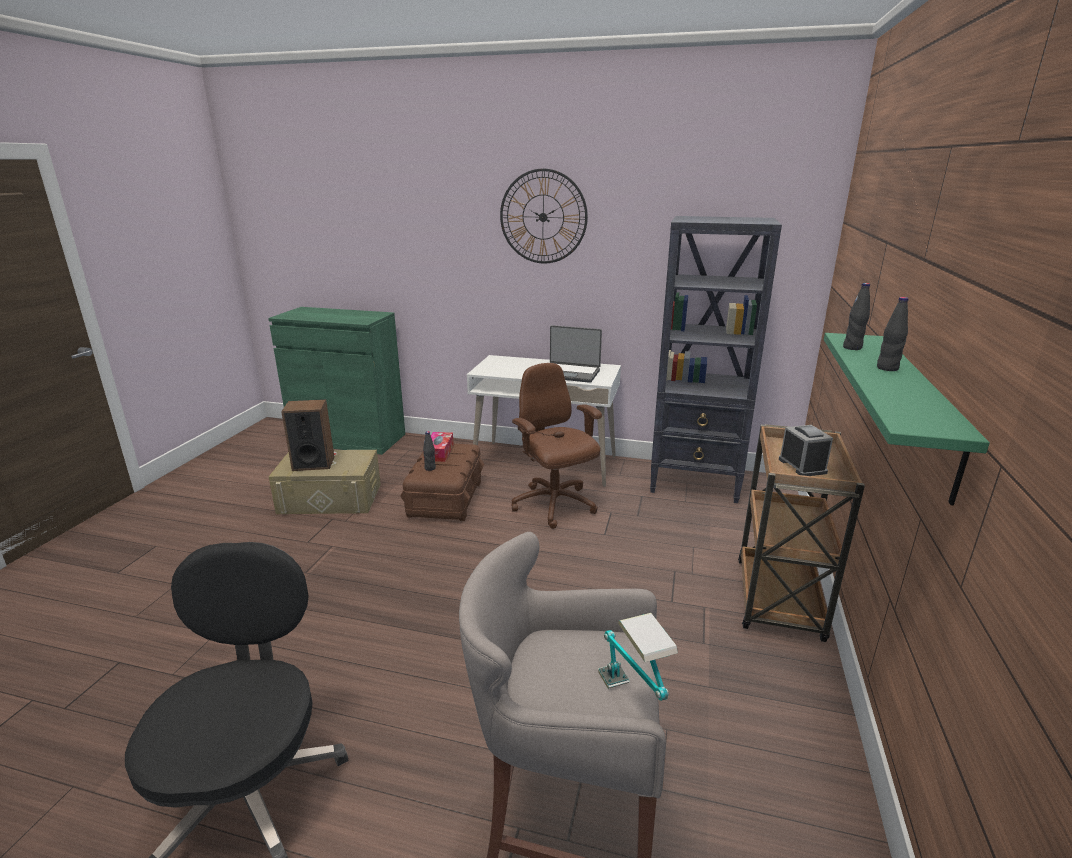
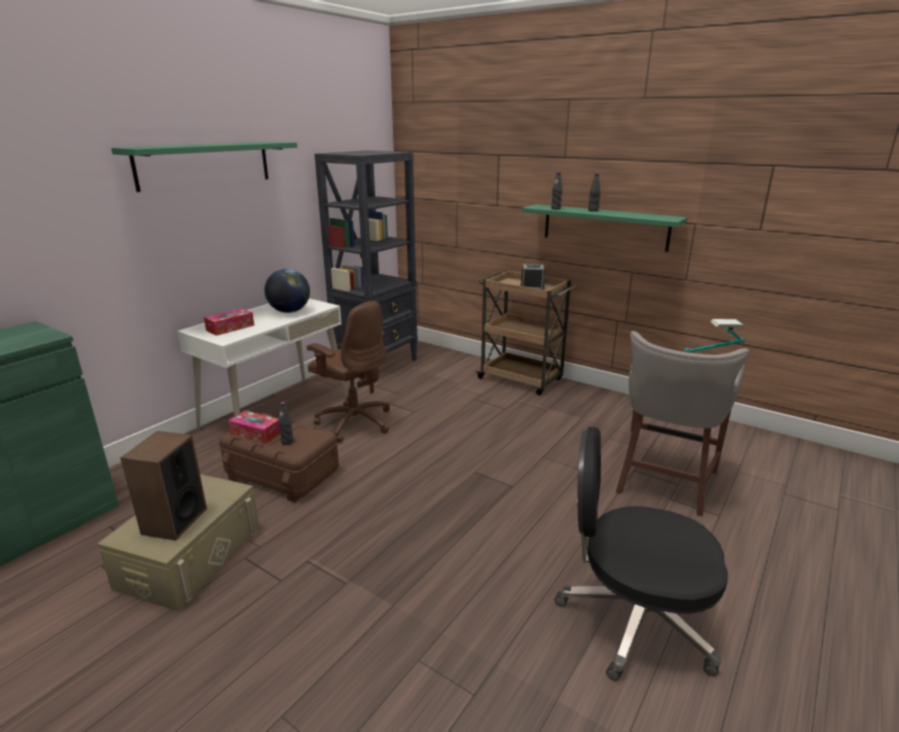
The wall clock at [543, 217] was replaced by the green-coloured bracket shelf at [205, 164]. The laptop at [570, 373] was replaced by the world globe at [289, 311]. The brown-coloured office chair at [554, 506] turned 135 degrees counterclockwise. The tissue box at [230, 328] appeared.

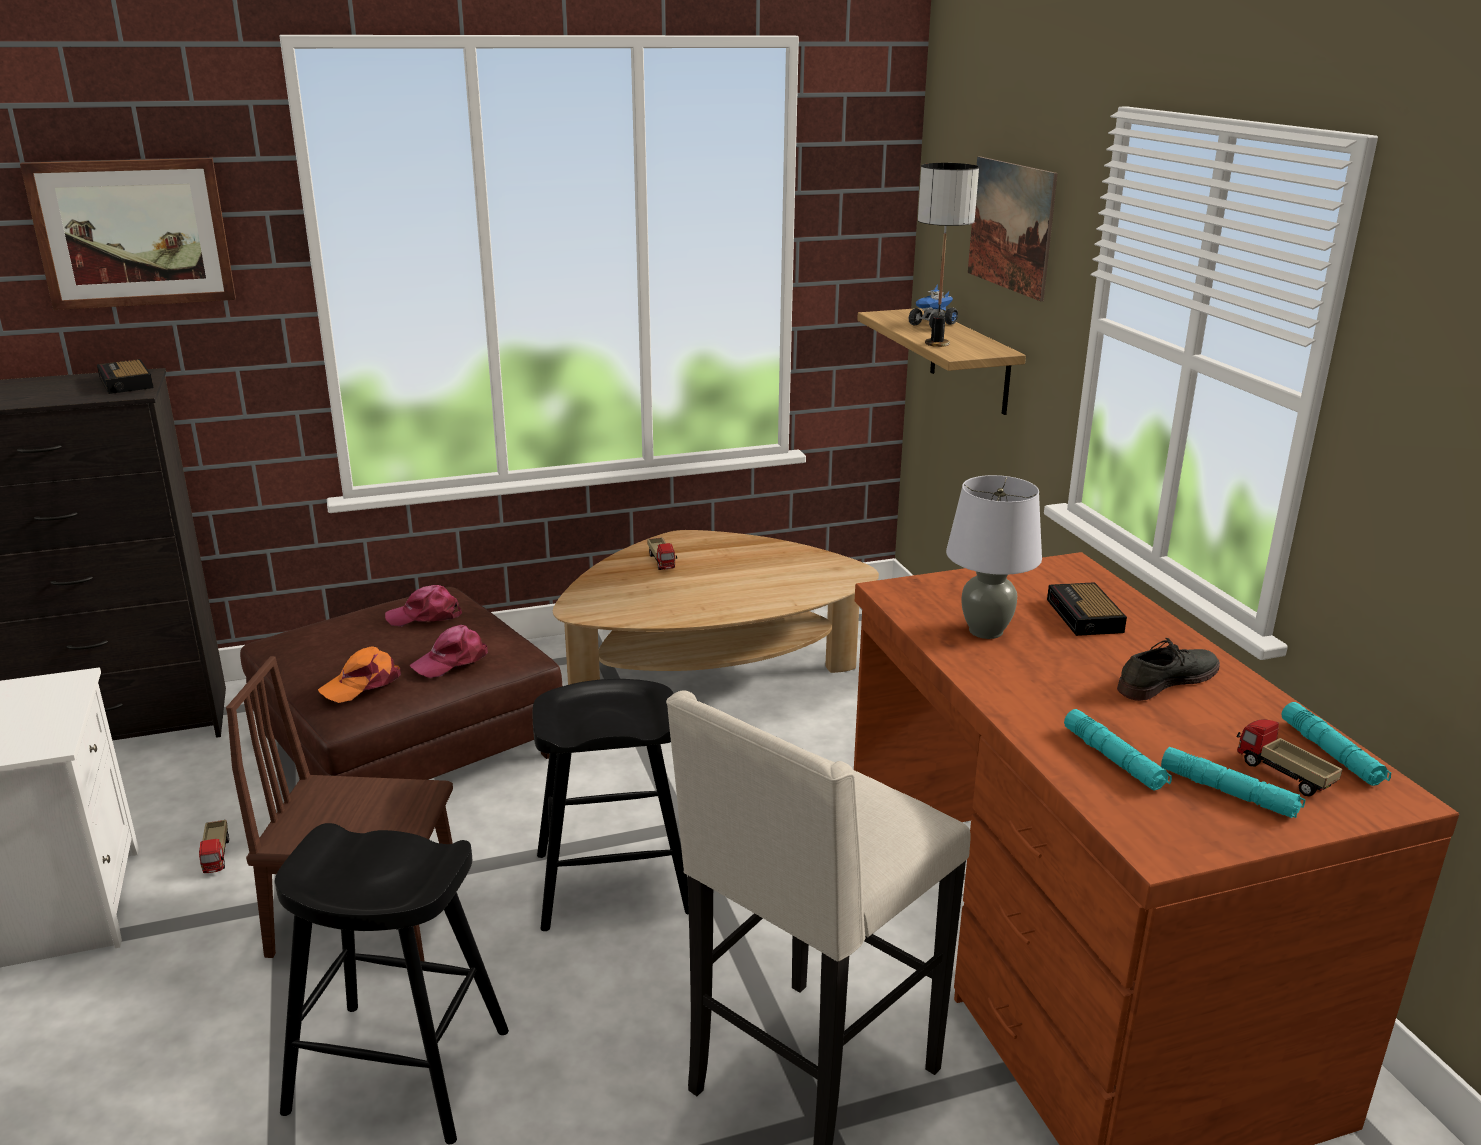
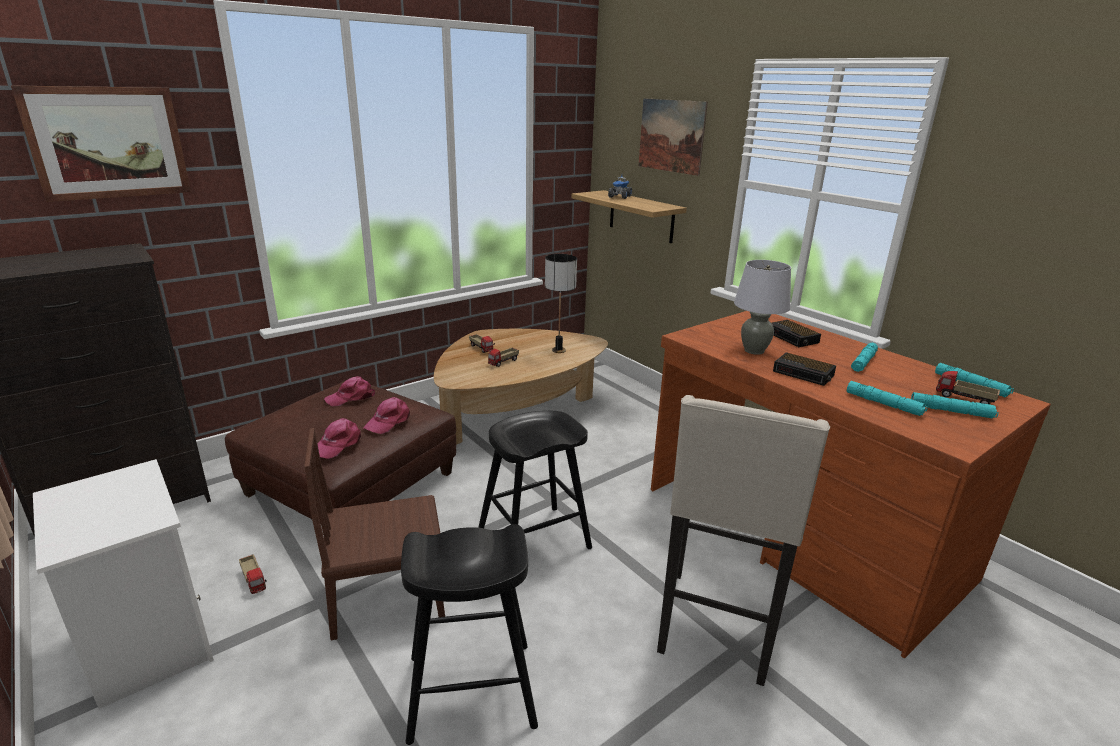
The lamp for a table moved from [936, 343] to [558, 350]. The table clock moved from [126, 383] to [804, 373]. The greyish item of footwear at [1166, 680] was replaced by the turquoise-coloured hand torch at [863, 362]. The orange-coloured baseball cap at [362, 684] became the pink baseball cap at [338, 444]. The toy lorry at [503, 362] appeared.

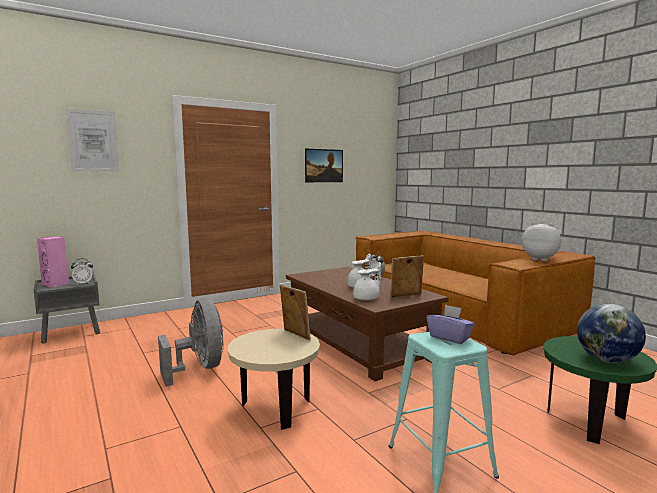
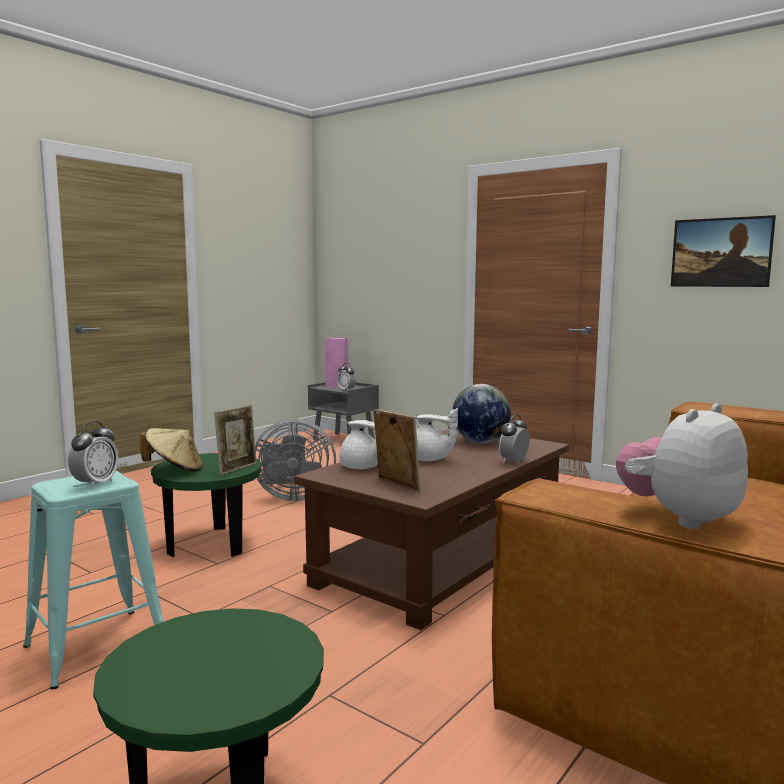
The picture at [93, 141] disappeared. The plush toy at [541, 259] turned 150 degrees counterclockwise. The greyish electric fan at [199, 368] turned 45 degrees clockwise. The world globe moved from [606, 360] to [480, 442]. The purple tissue box at [449, 337] was replaced by the table clock at [95, 484]. The sand-coloured end table at [275, 409] became the green-coloured end table at [210, 543]. The sand-coloured wearable hat at [174, 470] appeared.

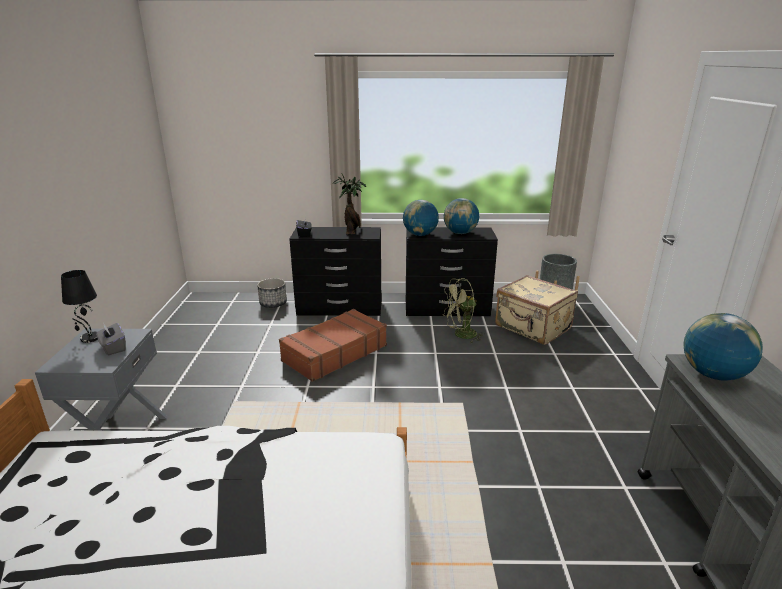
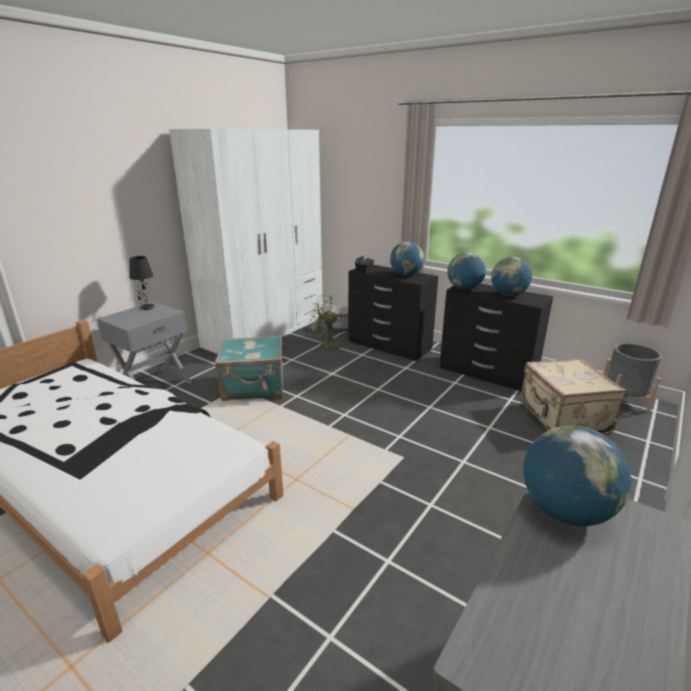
The houseplant at [352, 232] was replaced by the world globe at [406, 275]. The green-coloured electric fan moved from [461, 335] to [325, 344]. The brown-coloured piece of luggage at [334, 353] disappeared. The greyish tissue box at [113, 348] disappeared. The whitish wardrobe at [266, 331] appeared. The turquoise-coloured piece of luggage at [254, 387] appeared.

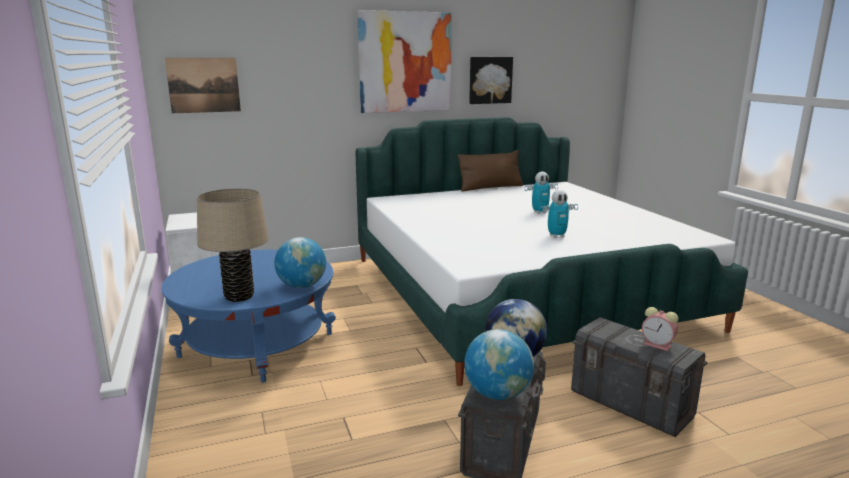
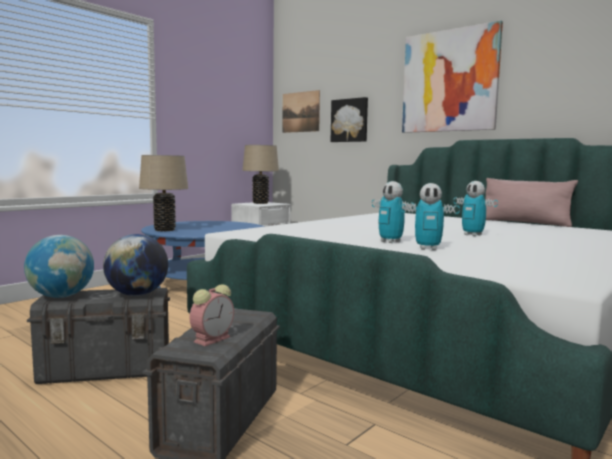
The picture moved from [490, 80] to [350, 120]. The brown-coloured cushion at [490, 187] became the pink cushion at [524, 223]. The world globe at [302, 286] disappeared. The table clock at [658, 345] turned 150 degrees counterclockwise. The sand-coloured lamp for a table at [260, 203] appeared. The model robot at [428, 248] appeared.

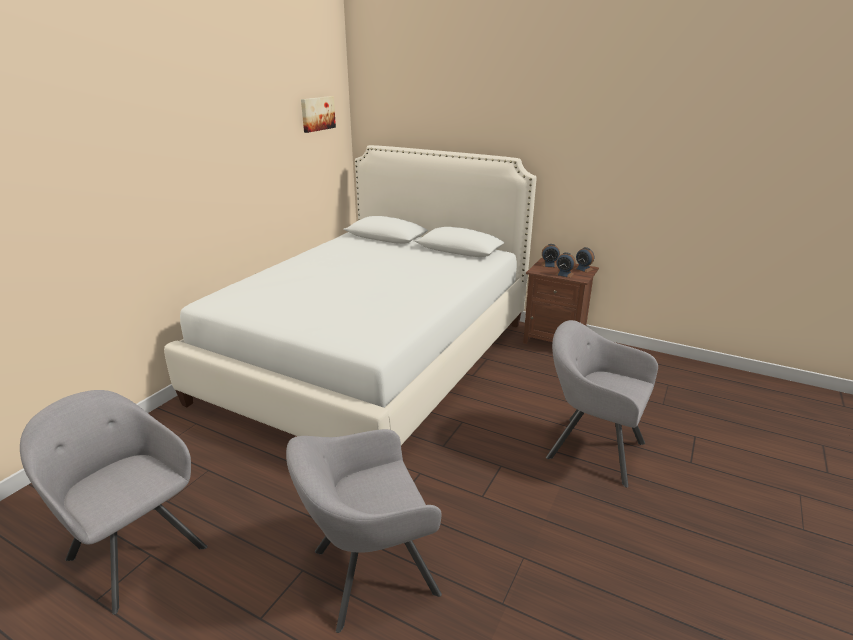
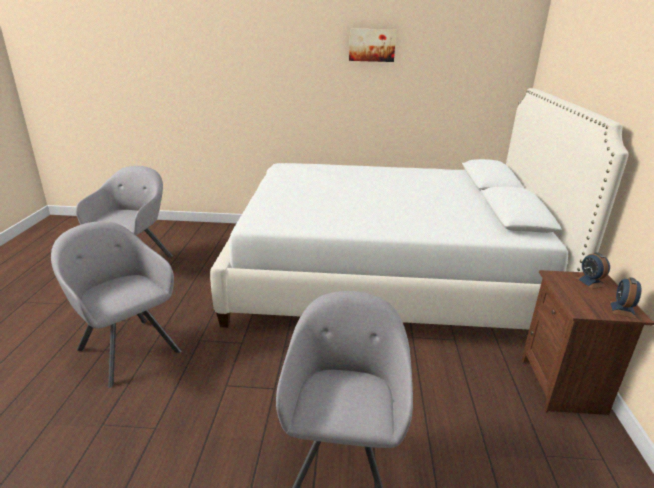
The picture moved from [317, 114] to [372, 45]. The table clock at [564, 274] disappeared.

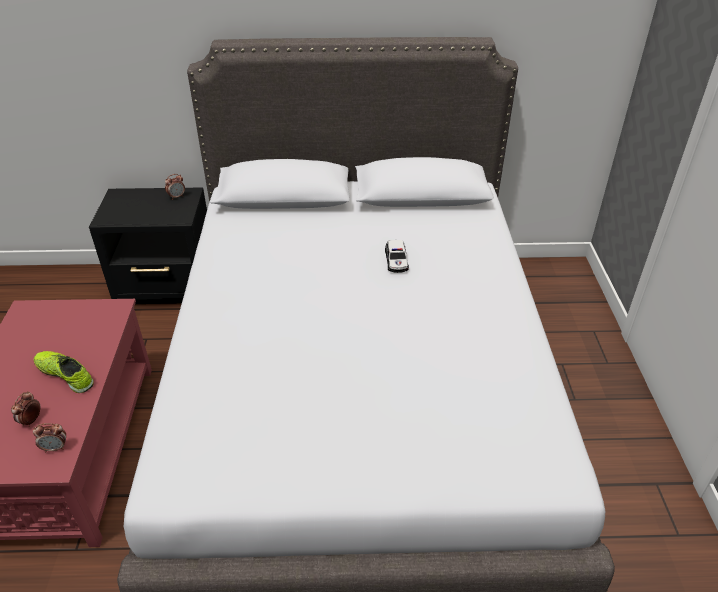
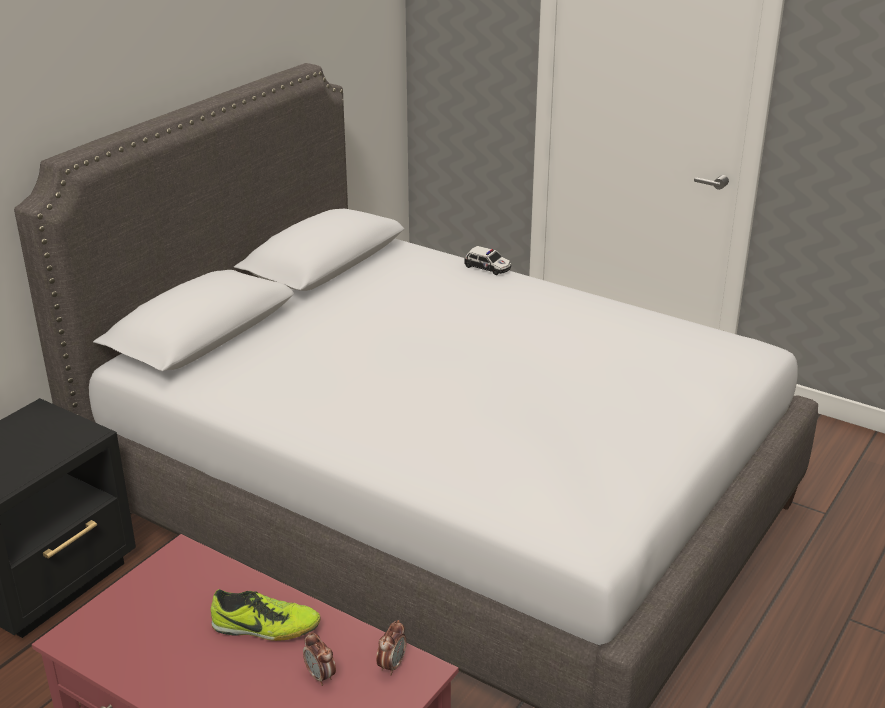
The table clock at [177, 197] disappeared. The toy car moved from [396, 261] to [488, 267]. The item of footwear at [65, 375] turned 150 degrees counterclockwise.

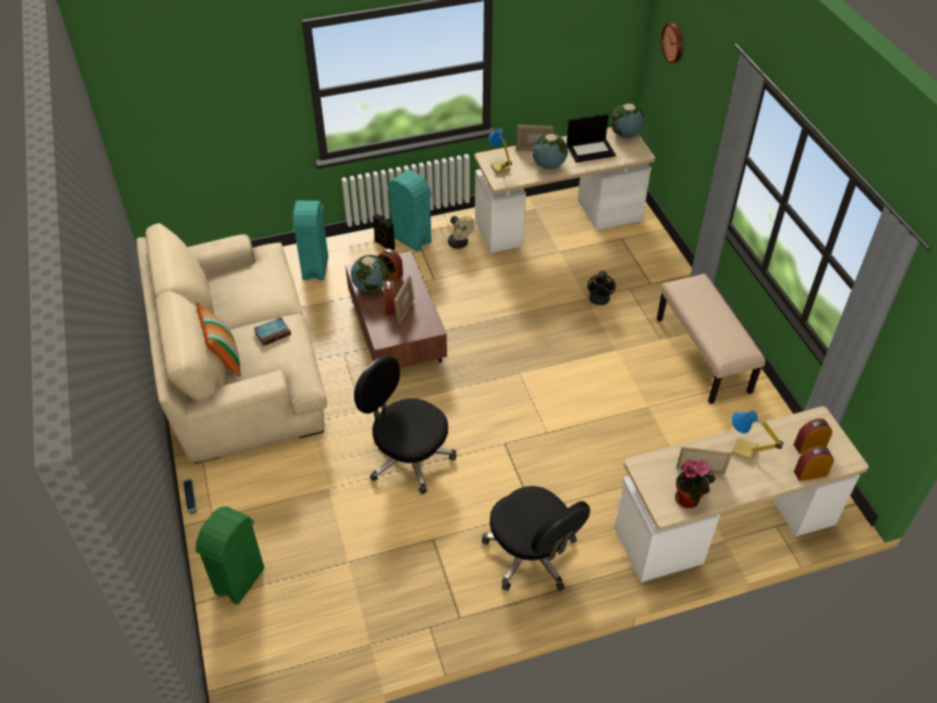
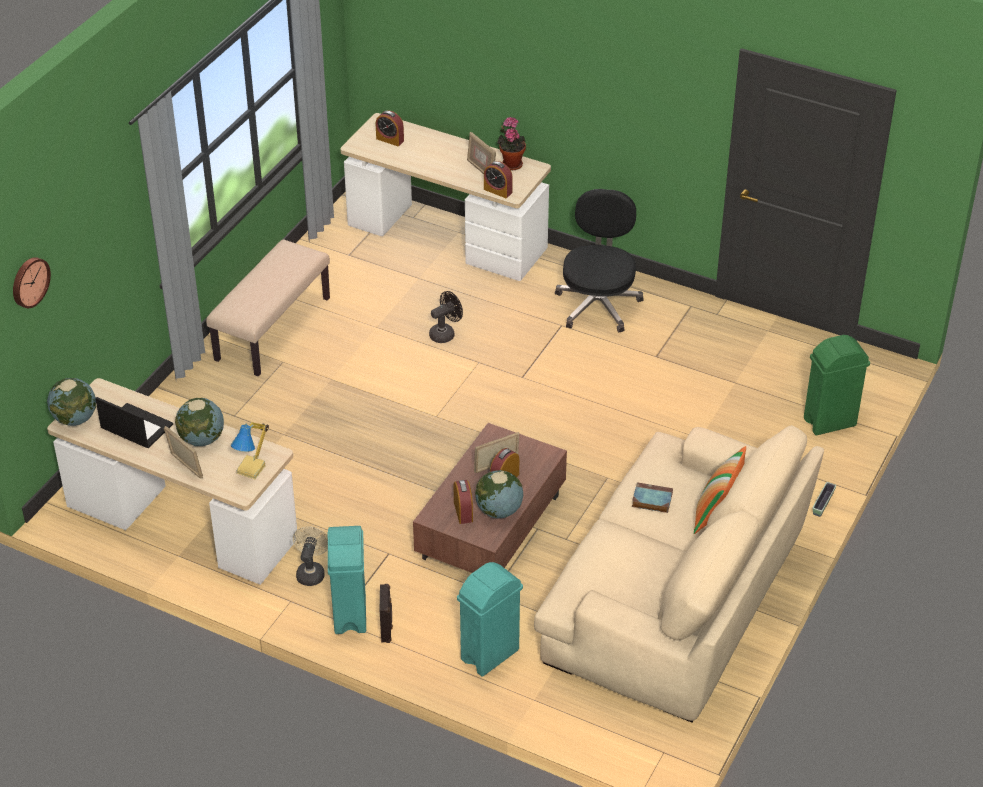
The black electric fan moved from [599, 301] to [445, 333]. The black office chair at [408, 457] disappeared. The lamp for a table at [744, 451] disappeared. The table clock moved from [810, 473] to [498, 191].

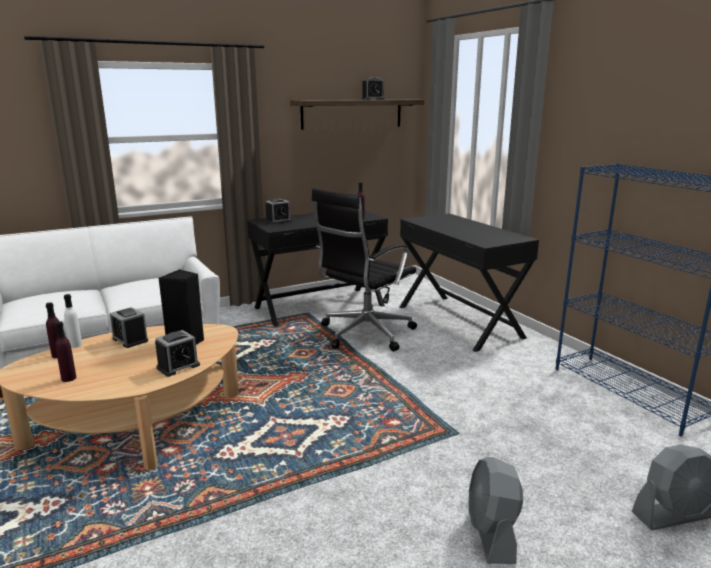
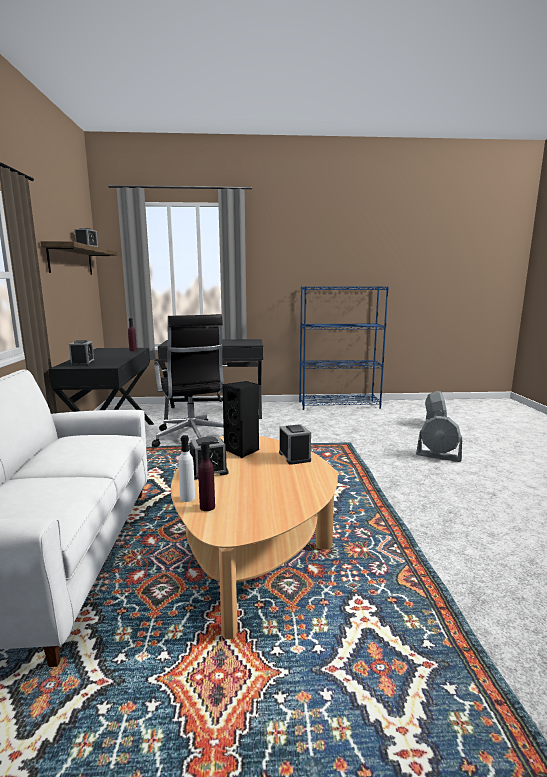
The purple bottle at [69, 378] disappeared.

